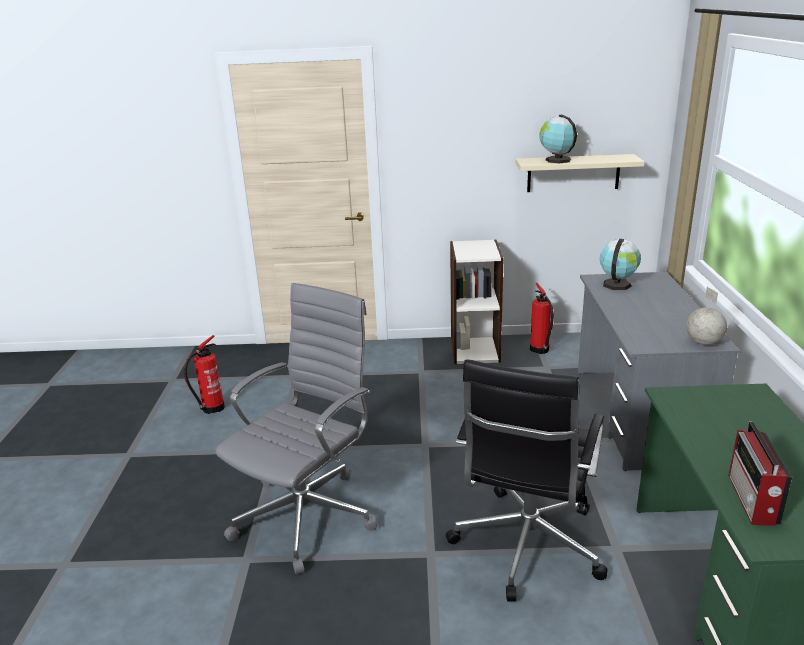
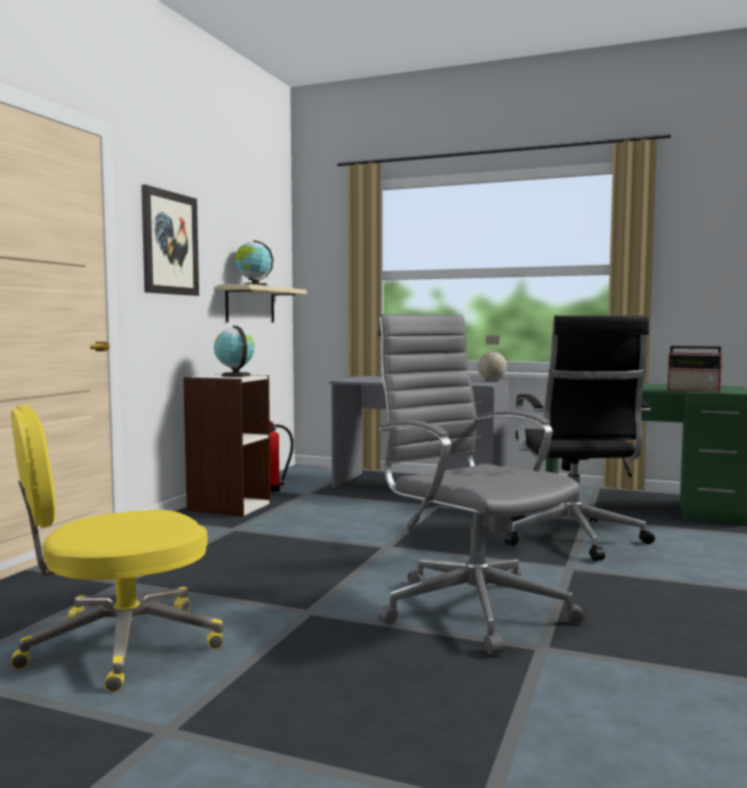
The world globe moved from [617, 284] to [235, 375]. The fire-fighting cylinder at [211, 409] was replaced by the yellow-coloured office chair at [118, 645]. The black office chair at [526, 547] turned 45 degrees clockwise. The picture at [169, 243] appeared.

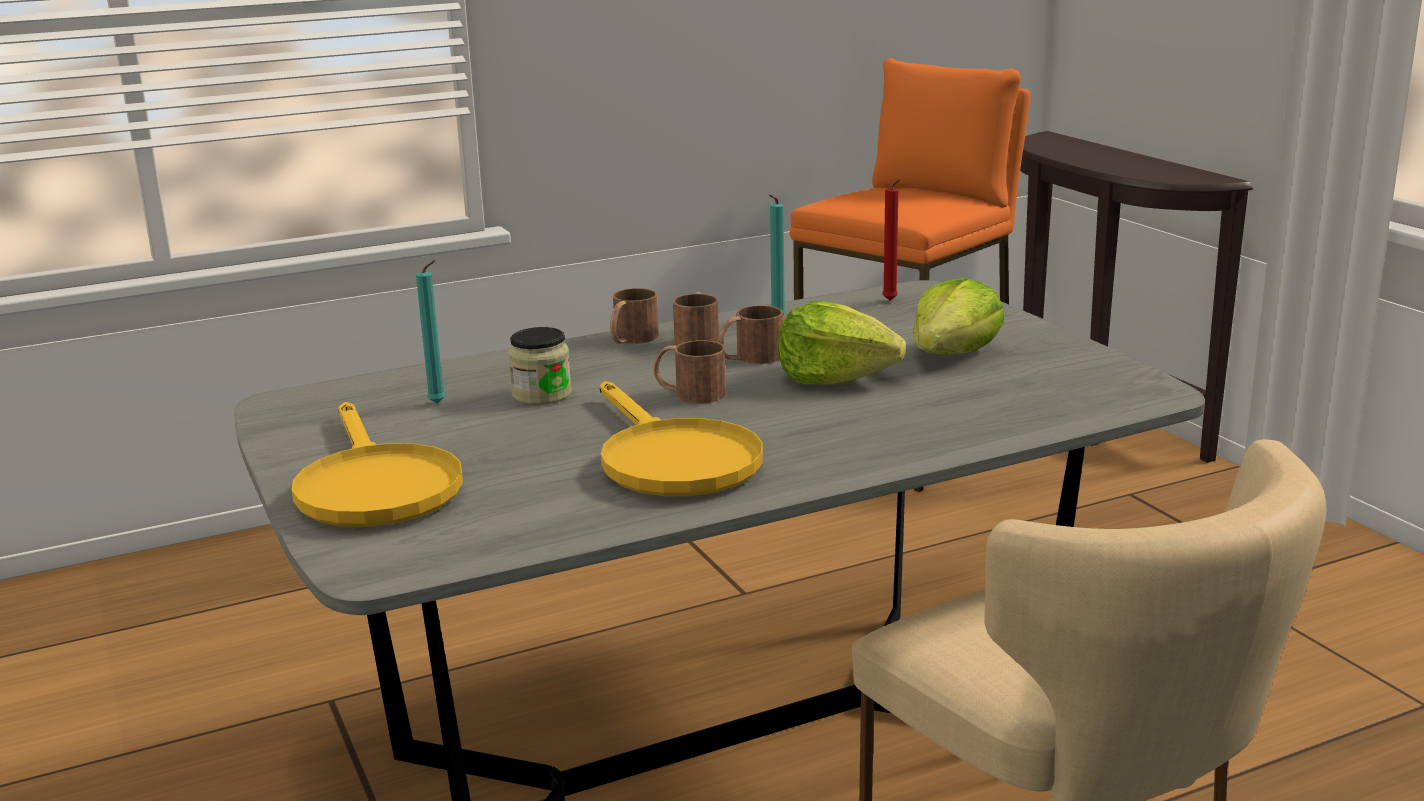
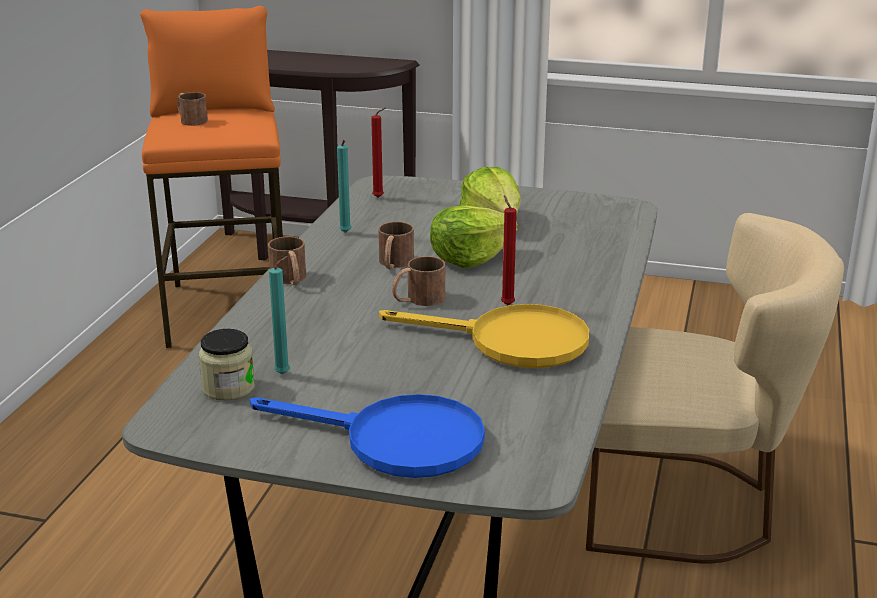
The brown-coloured mug moved from [697, 339] to [190, 120]. The preserve jar moved from [541, 395] to [228, 388]. The yellow-coloured frying pan at [374, 486] became the blue frying pan at [395, 441]. The reddish wax candle at [506, 304] appeared.

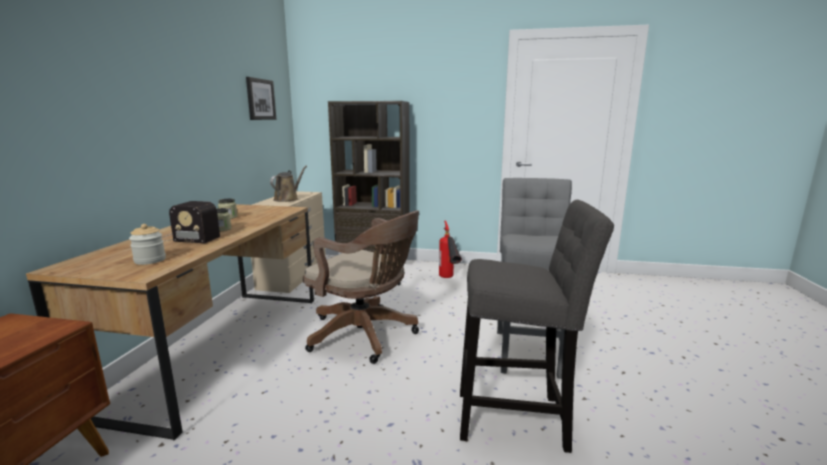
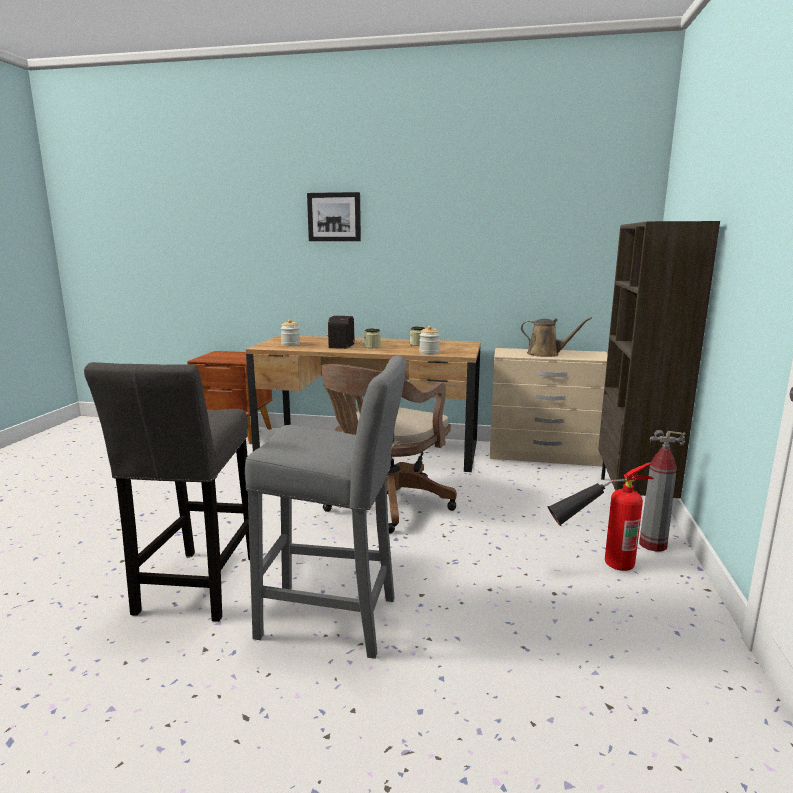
The picture moved from [260, 99] to [334, 217]. The preserve jar at [429, 353] appeared. The fire-fighting cylinder at [652, 545] appeared.

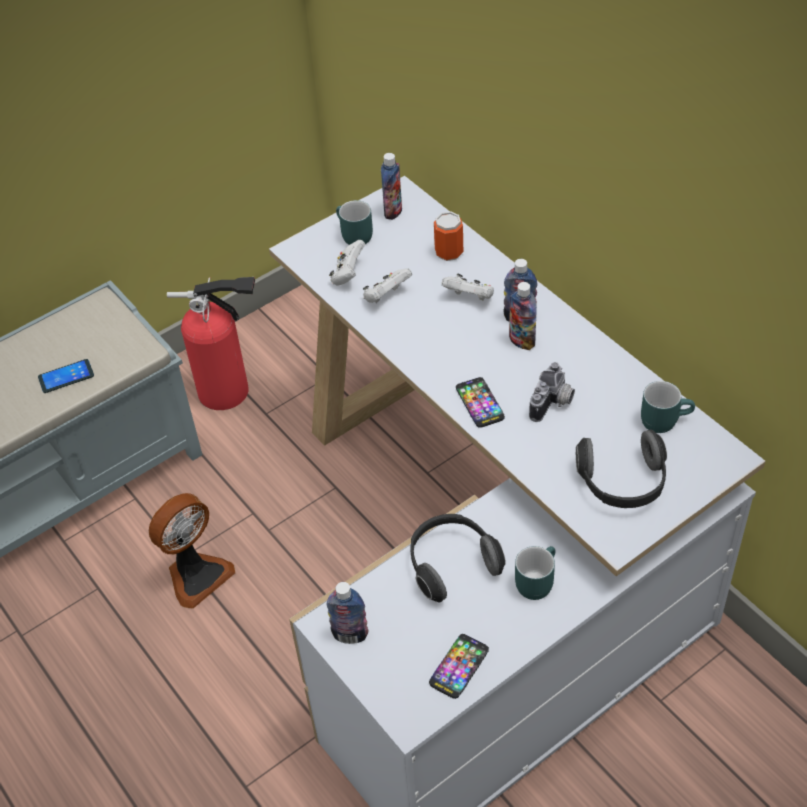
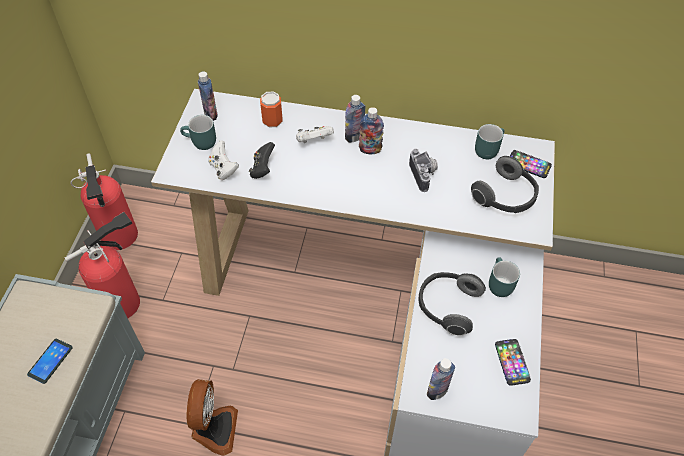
The whitish joypad at [386, 296] became the black joypad at [262, 169]. The phone moved from [480, 403] to [528, 164]. The fire-fighting cylinder at [120, 238] appeared.

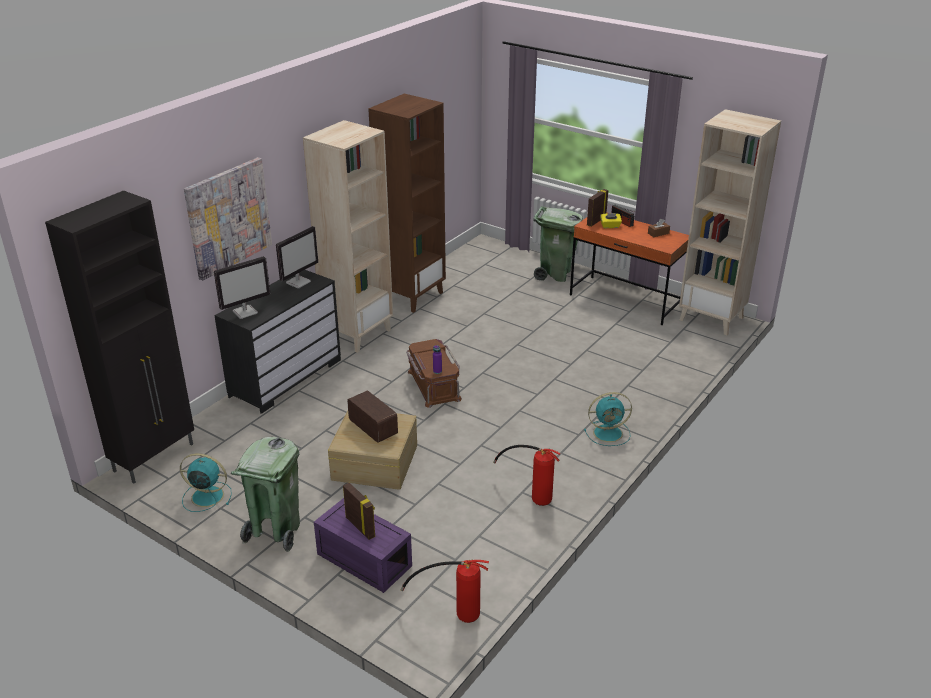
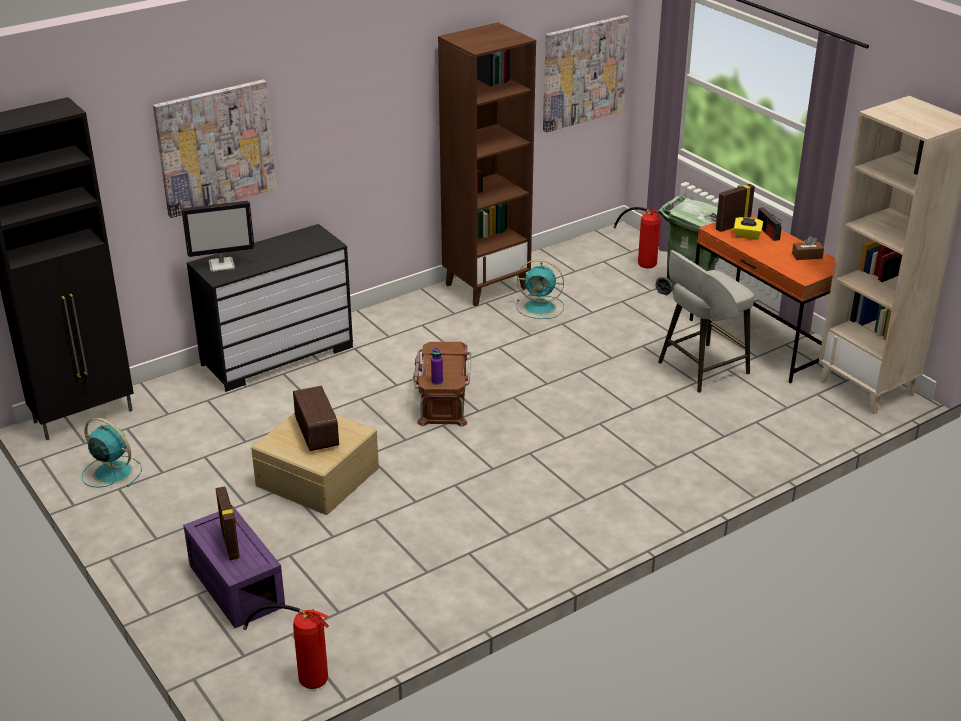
The sand-coloured shelving unit at [358, 334] disappeared. The monitor at [298, 282] disappeared. The turquoise-coloured electric fan moved from [609, 433] to [541, 307]. The green-coloured rubbish bin at [275, 531] disappeared. The fire-fighting cylinder moved from [532, 494] to [640, 260]. The picture at [583, 72] appeared. The greyish stool at [701, 369] appeared.

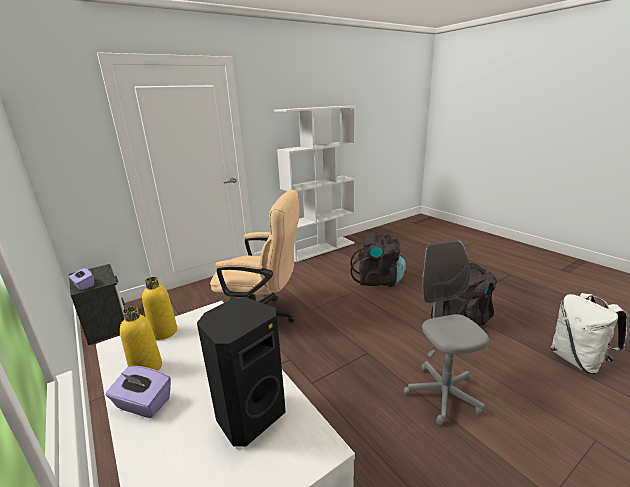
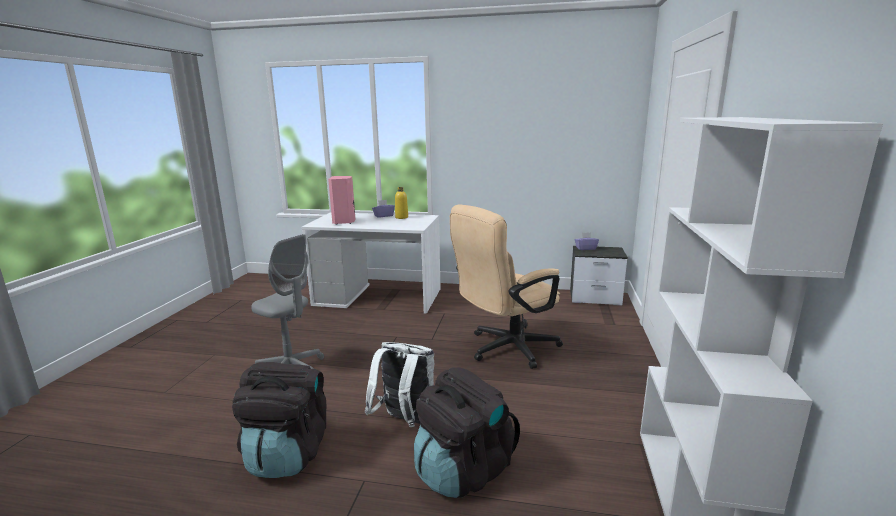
The yellow-coloured bottle at [164, 332] disappeared. The whitish knapsack moved from [578, 360] to [405, 421]. The black speaker at [249, 415] became the pink speaker at [344, 222].

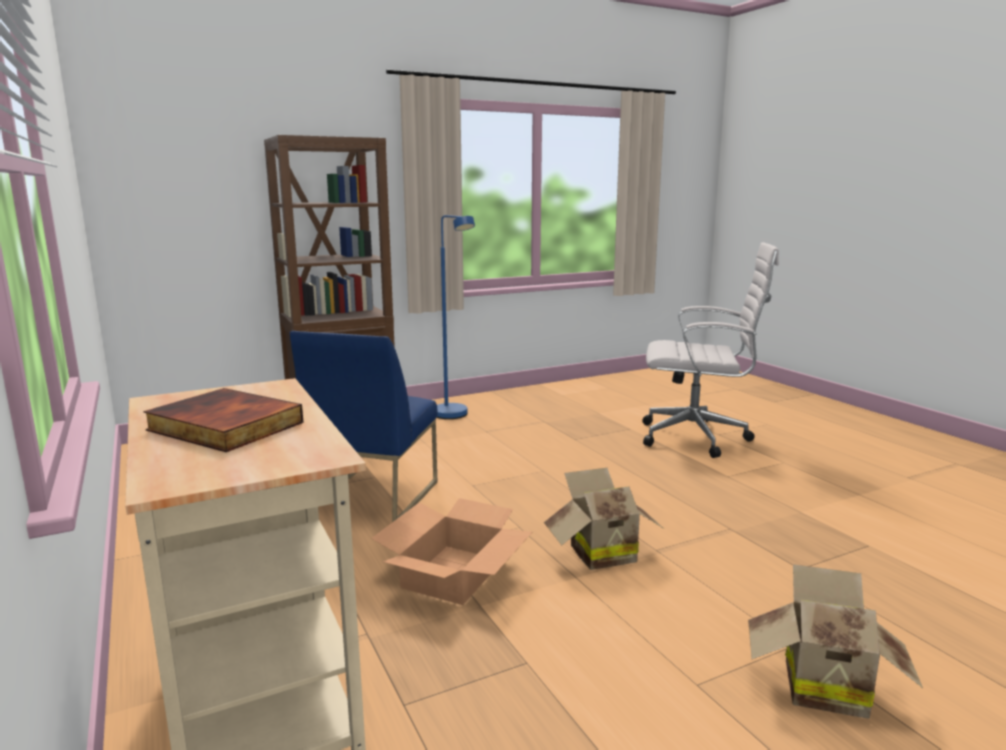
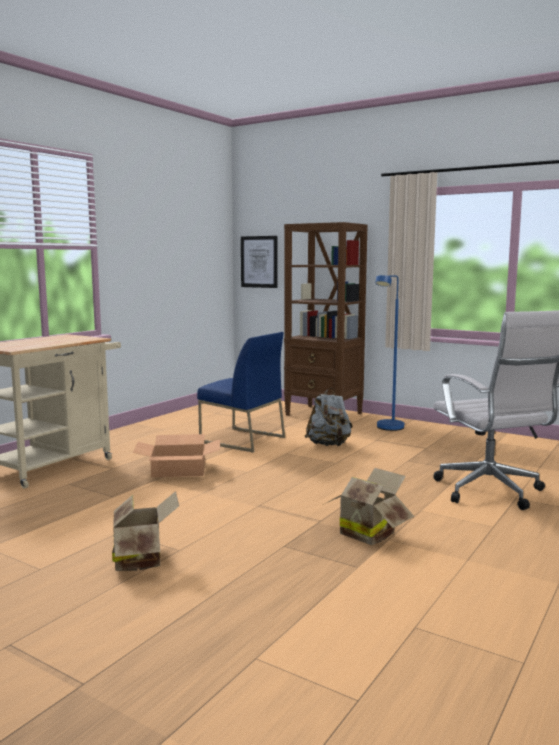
The blue plain chair at [372, 496] turned 135 degrees counterclockwise. The book at [222, 427] disappeared. The cardboard box moved from [598, 553] to [368, 533]. The picture at [259, 261] appeared. The greyish knapsack at [329, 445] appeared.

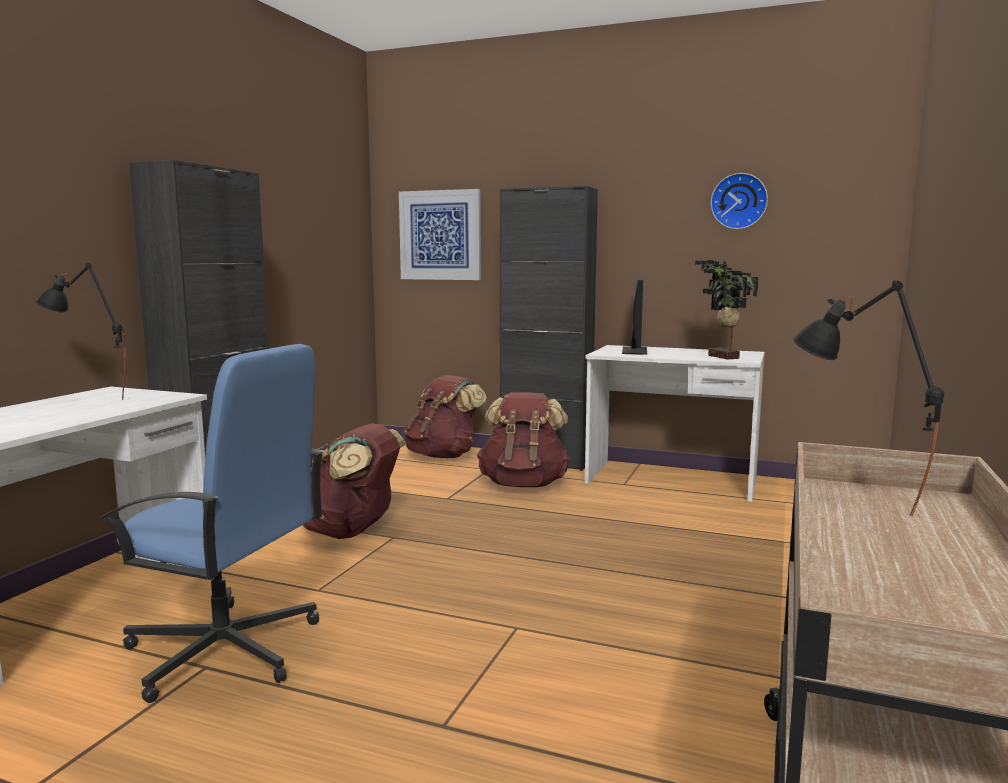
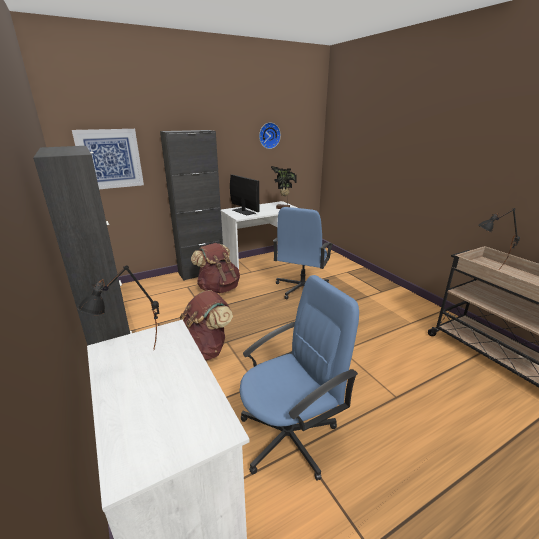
The brown-coloured knapsack at [443, 456] disappeared. The blue office chair at [301, 289] appeared.

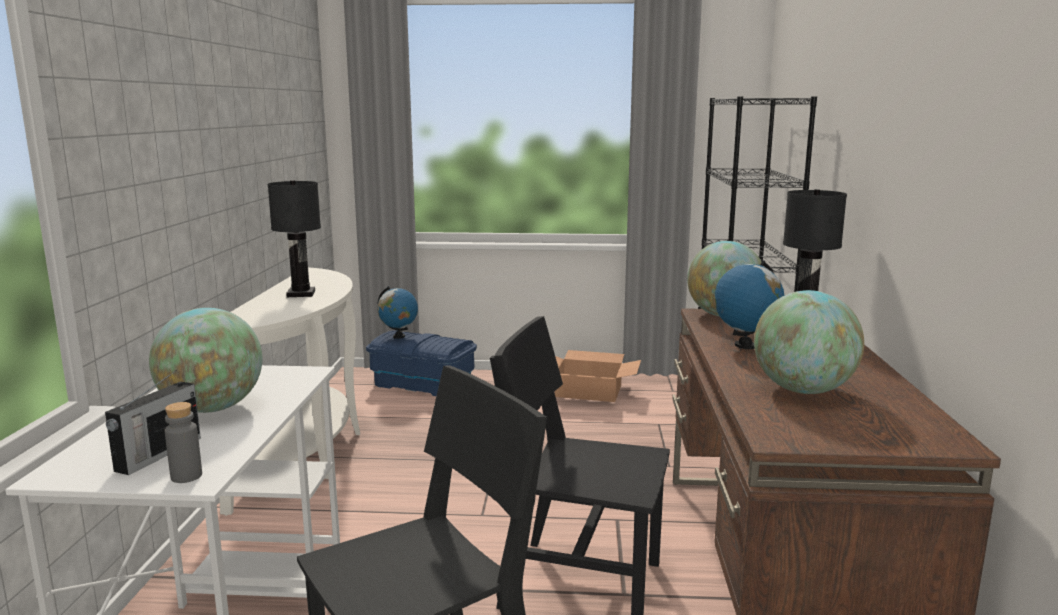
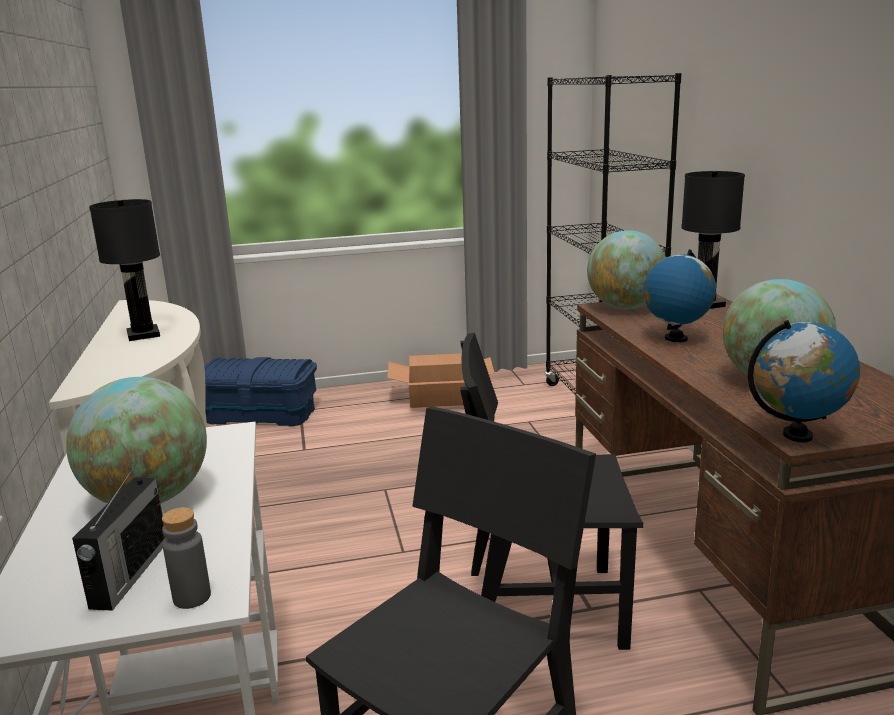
The world globe moved from [398, 336] to [797, 435].

